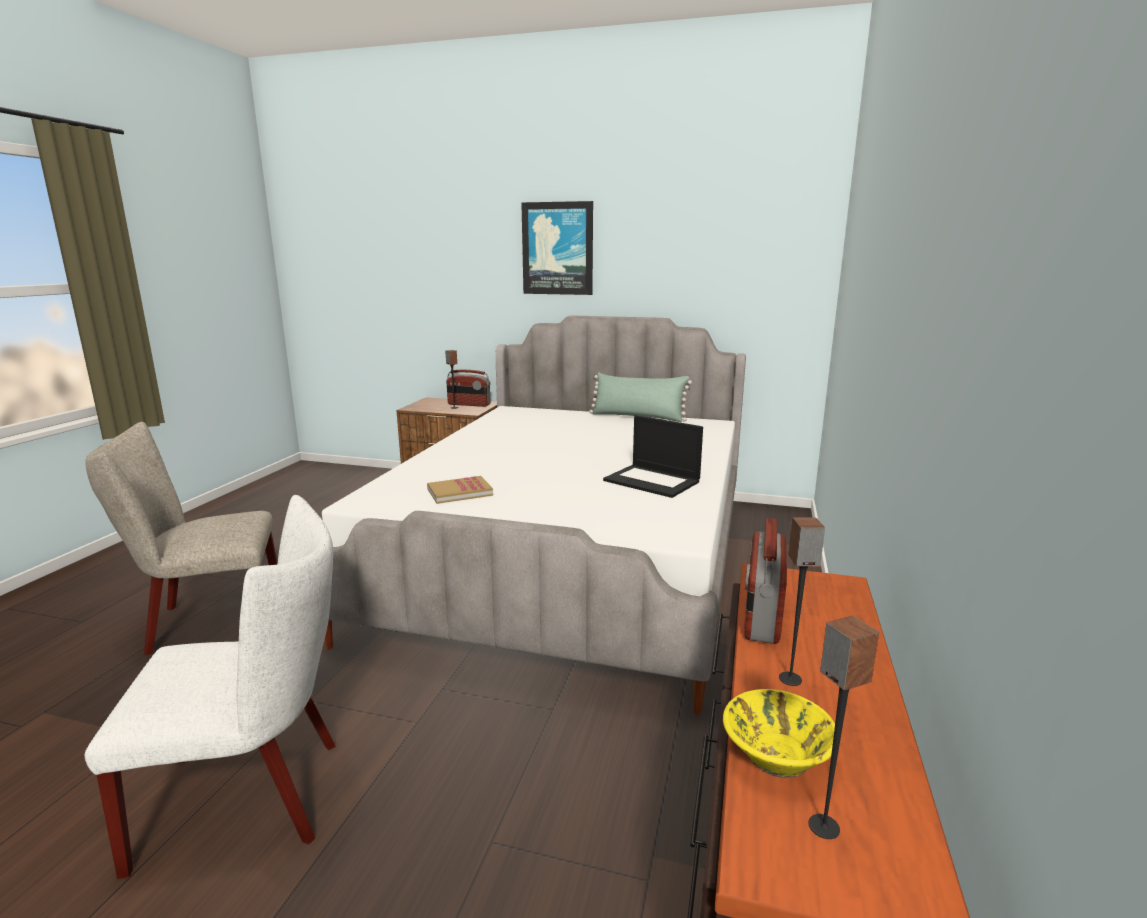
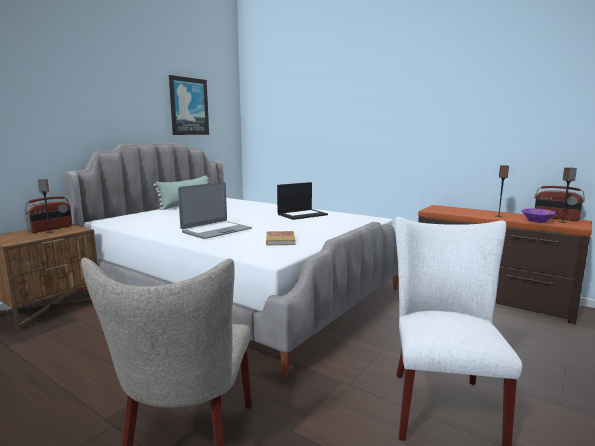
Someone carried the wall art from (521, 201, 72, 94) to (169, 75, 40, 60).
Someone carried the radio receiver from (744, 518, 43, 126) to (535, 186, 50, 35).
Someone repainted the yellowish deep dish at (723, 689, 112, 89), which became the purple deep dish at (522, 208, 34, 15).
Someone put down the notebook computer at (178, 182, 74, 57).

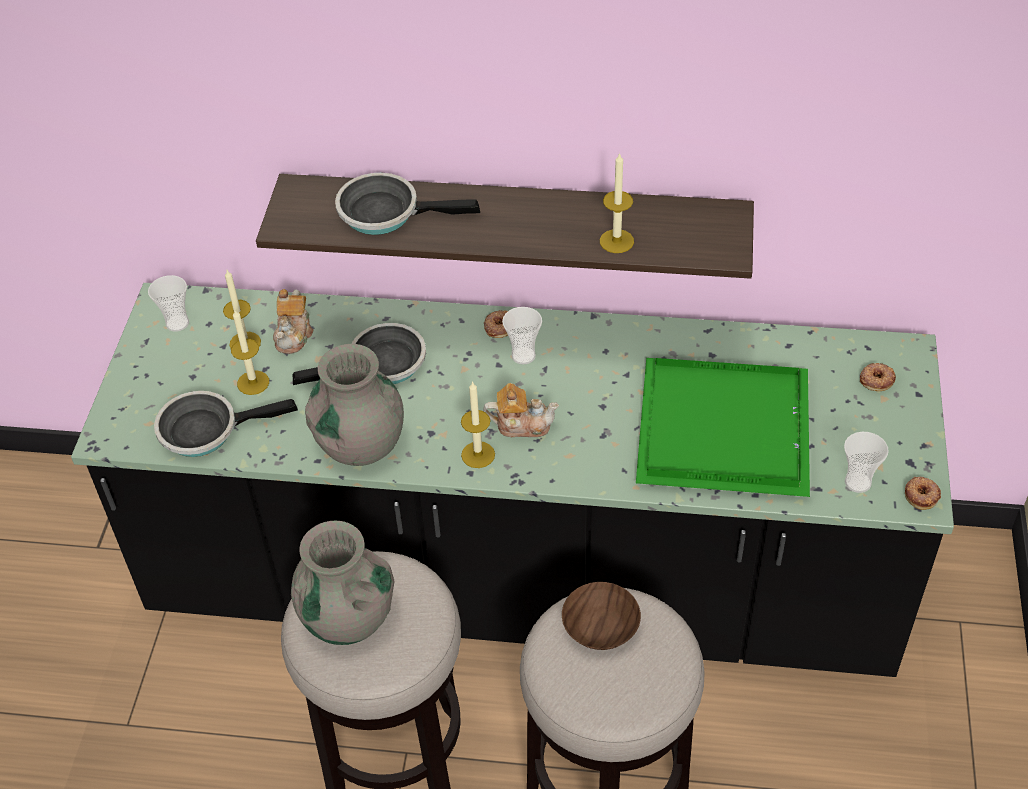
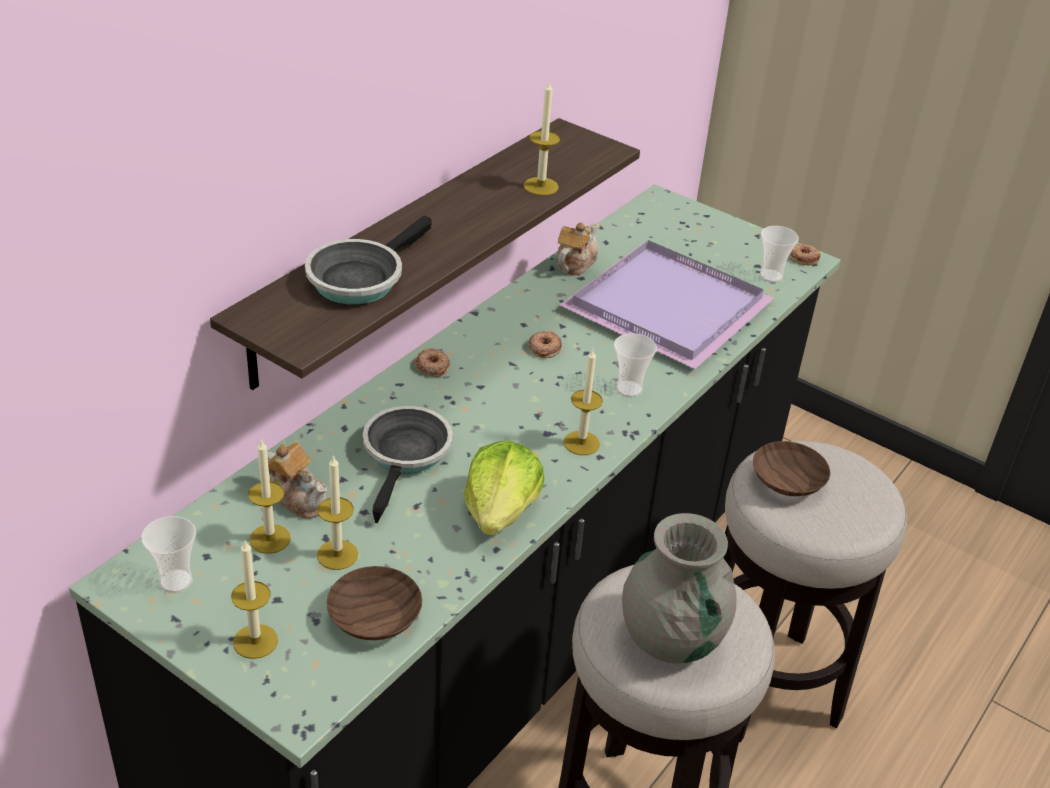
Someone carried the drinking cup from (502, 307, 40, 57) to (614, 333, 43, 64).
Someone swapped the gray vase at (305, 344, 99, 122) for the lettuce head at (464, 441, 80, 94).
Someone repainted the green-coloured tray at (636, 358, 174, 139), which became the purple tray at (560, 240, 214, 129).
Someone carried the donut from (860, 363, 36, 28) to (528, 331, 34, 27).
Someone carried the tea pot from (483, 383, 76, 54) to (557, 222, 41, 53).
Someone swapped the skillet at (154, 391, 144, 66) for the brownish deep dish at (327, 566, 95, 74).
Someone put down the wax light at (231, 541, 47, 118).

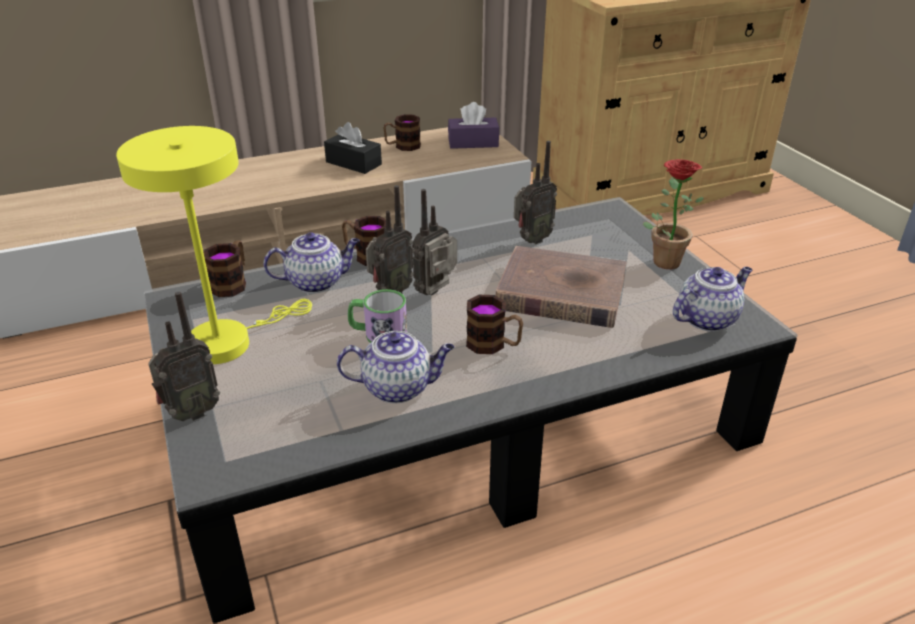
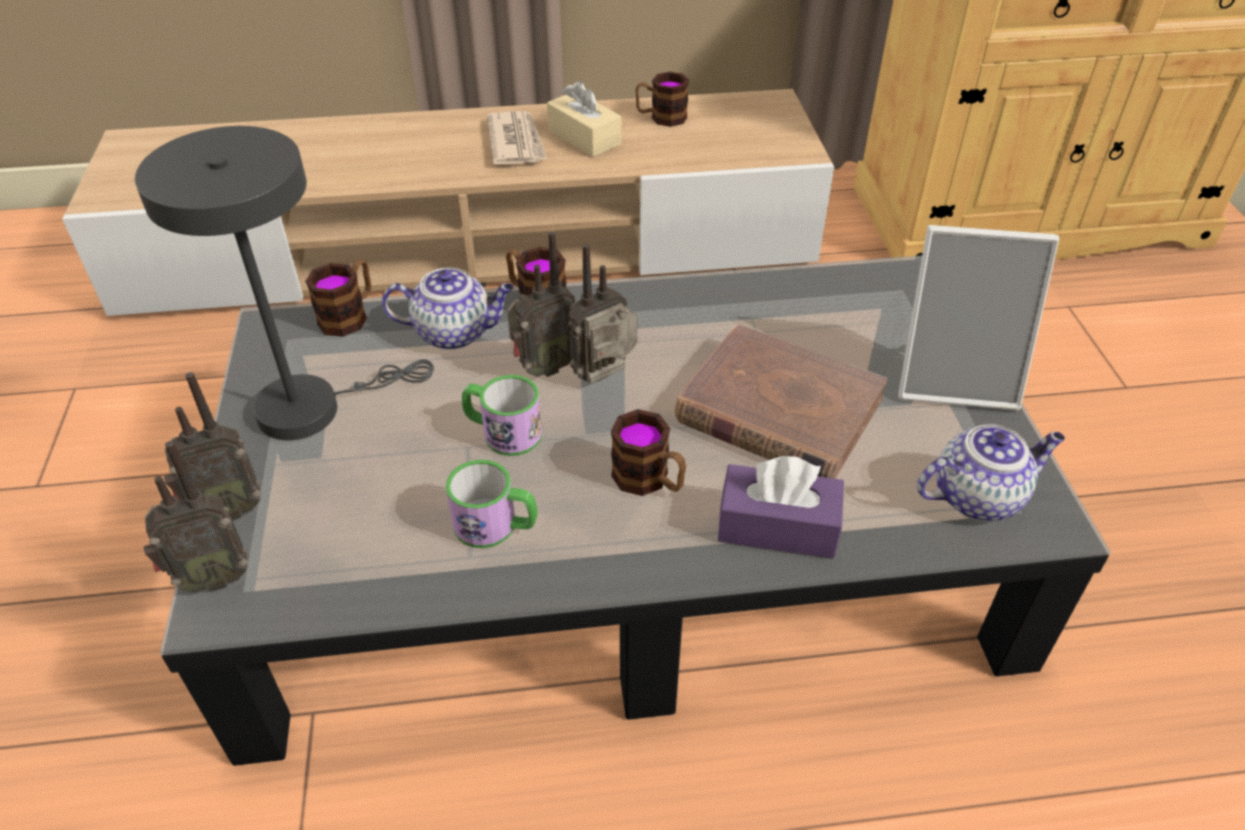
Someone carried the purple box of tissues from (448, 102, 51, 47) to (718, 456, 126, 103).
Someone repainted the blackish box of tissues at (324, 122, 58, 52), which became the beige-coloured box of tissues at (547, 81, 75, 76).
Someone repainted the yellowish lamp for a table at (116, 126, 196, 238), which became the gray lamp for a table at (135, 126, 299, 314).
Someone carried the radio receiver from (514, 141, 43, 103) to (144, 441, 104, 152).
Someone swapped the houseplant at (643, 159, 61, 110) for the photo frame at (898, 225, 161, 185).
Someone swapped the tea pot at (337, 331, 117, 73) for the coffee mug at (446, 460, 92, 88).
Someone put down the newspaper at (487, 111, 60, 54).

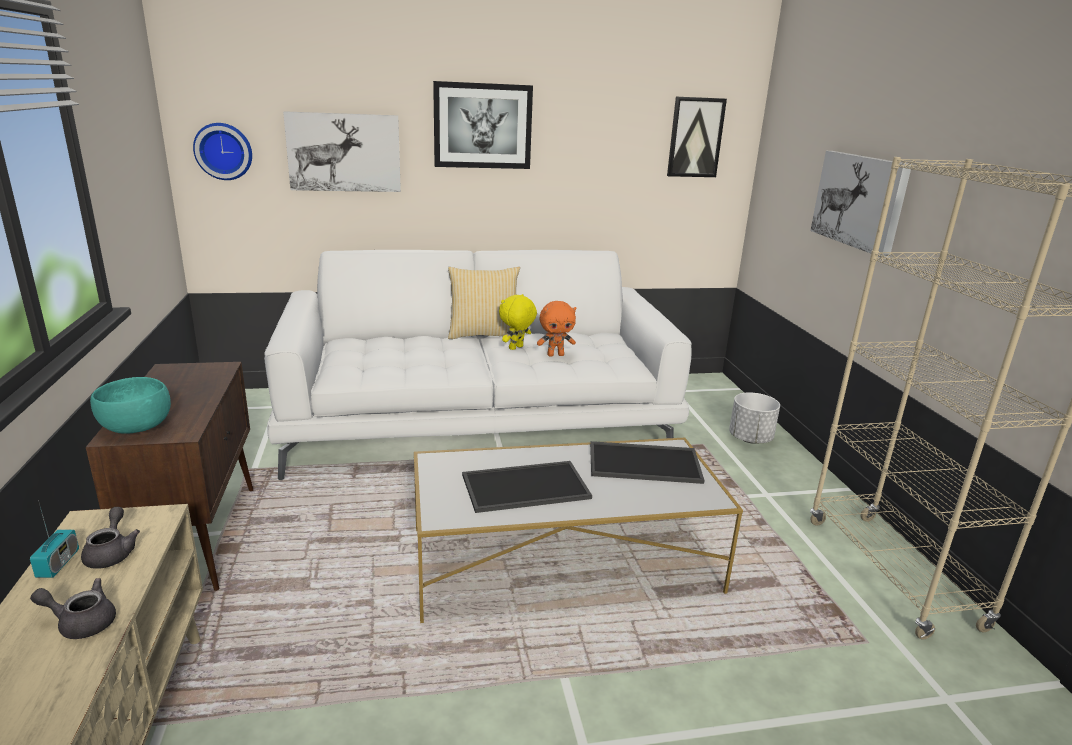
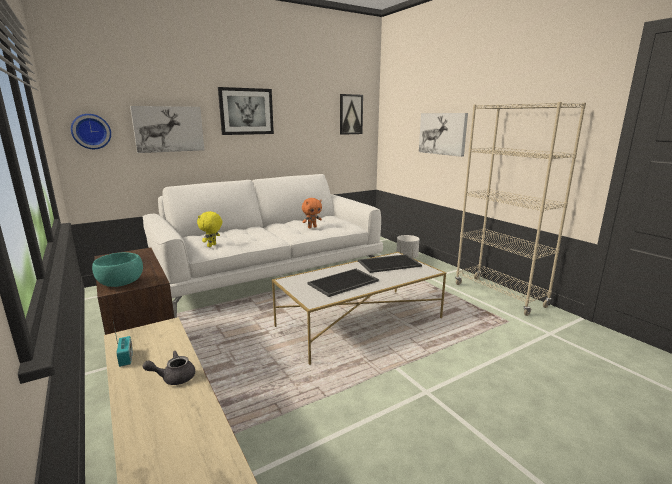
Someone took away the cushion at (448, 267, 72, 72).
Someone carried the yellowish plush toy from (499, 294, 38, 56) to (197, 211, 25, 36).
Someone took away the gray tea pot at (81, 507, 59, 62).

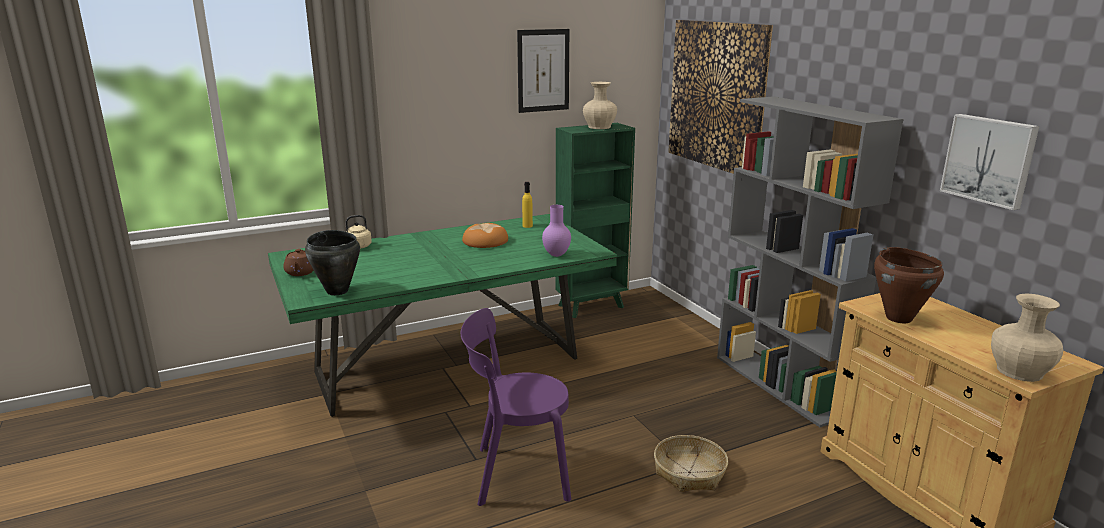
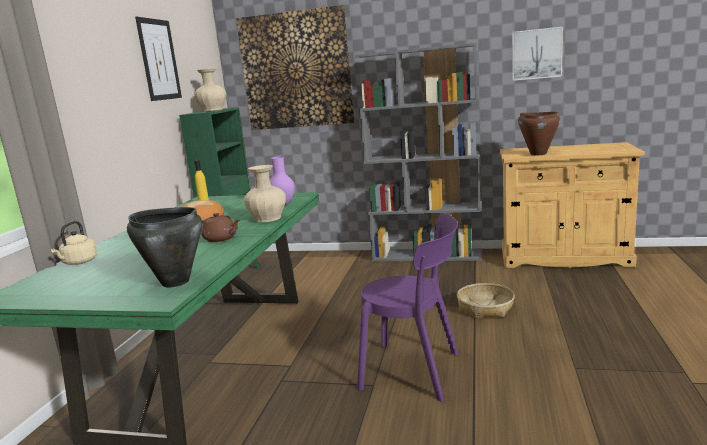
Someone carried the brownish tea pot from (283, 249, 31, 27) to (201, 213, 39, 29).
Someone carried the beige-coloured vase from (991, 294, 72, 88) to (244, 165, 42, 57).
Someone rotated the purple upright chair at (461, 308, 110, 198) by 105 degrees counterclockwise.

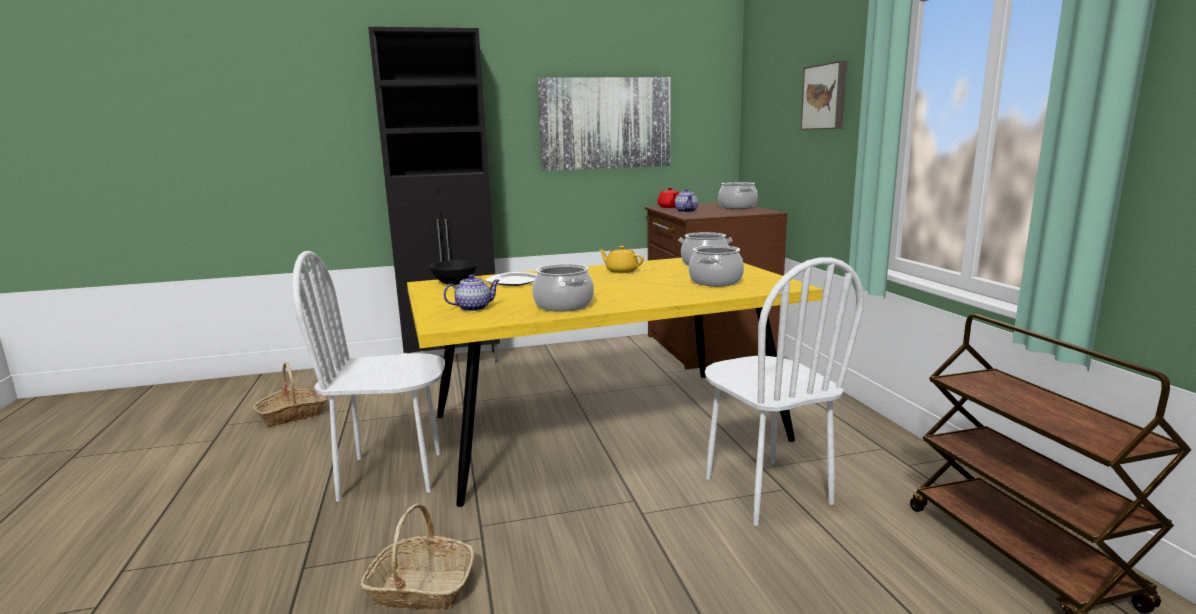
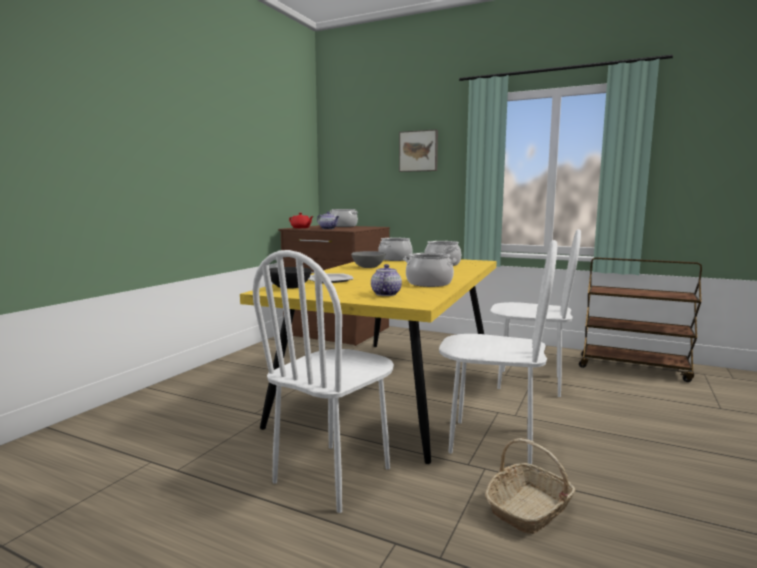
Someone took away the blackish storage cabinet at (368, 27, 132, 336).
Someone took away the wall art at (537, 77, 134, 94).
Someone swapped the yellowish tea pot at (598, 246, 46, 27) for the gray deep dish at (351, 251, 35, 17).
Someone took away the basket at (253, 362, 73, 65).
Someone put down the white-coloured upright chair at (439, 240, 118, 224).

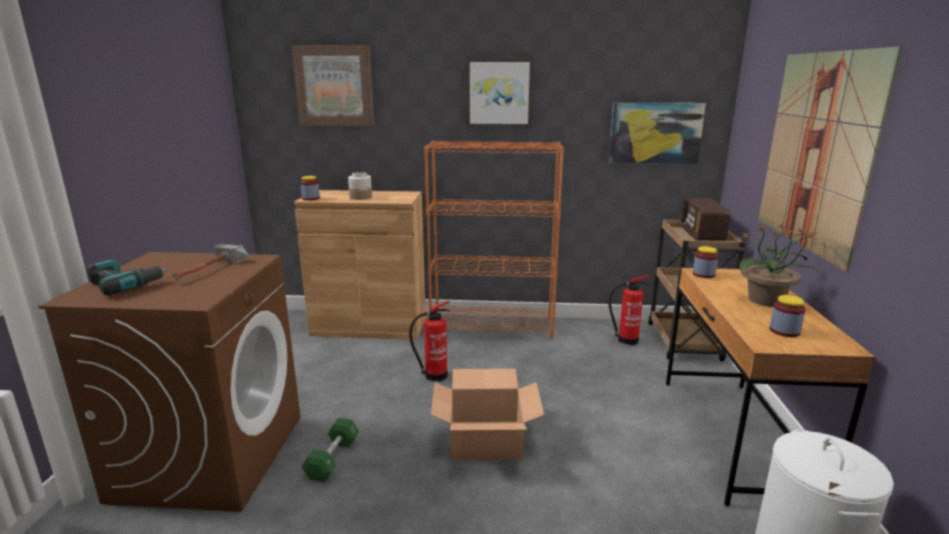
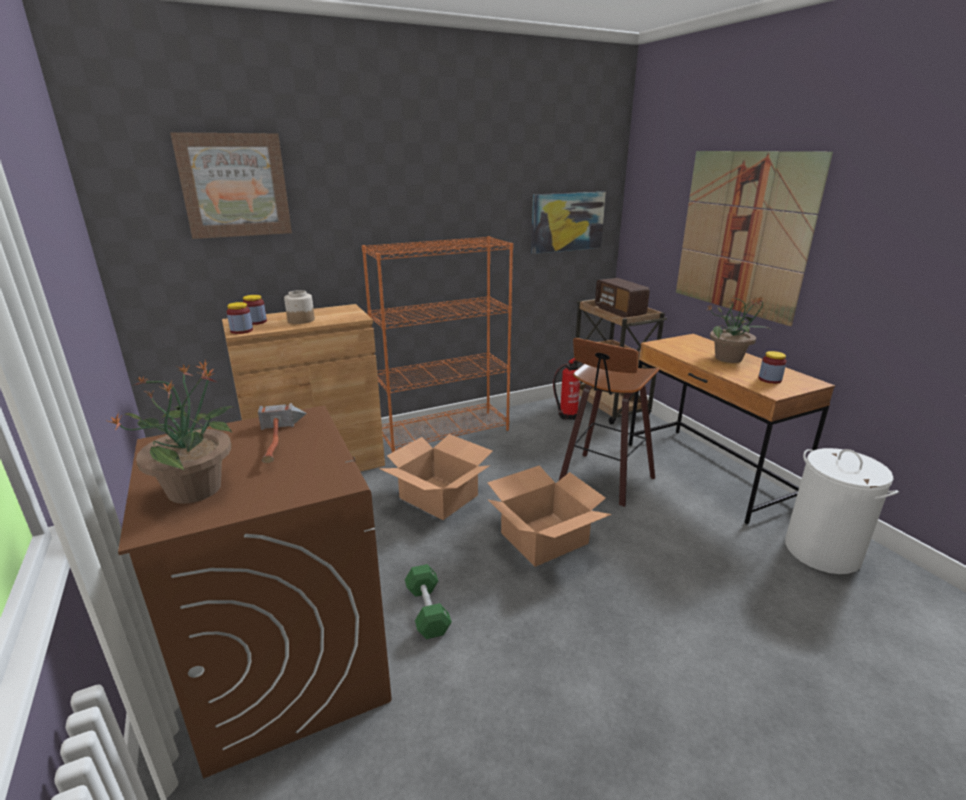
Someone took away the wall art at (465, 57, 69, 71).
Someone carried the storage jar from (693, 246, 25, 32) to (243, 295, 24, 30).
Someone swapped the drill at (87, 260, 81, 35) for the houseplant at (108, 360, 127, 144).
Someone swapped the extinguisher at (409, 301, 41, 80) for the carton at (379, 434, 114, 86).
Someone put down the stool seat at (559, 338, 101, 169).

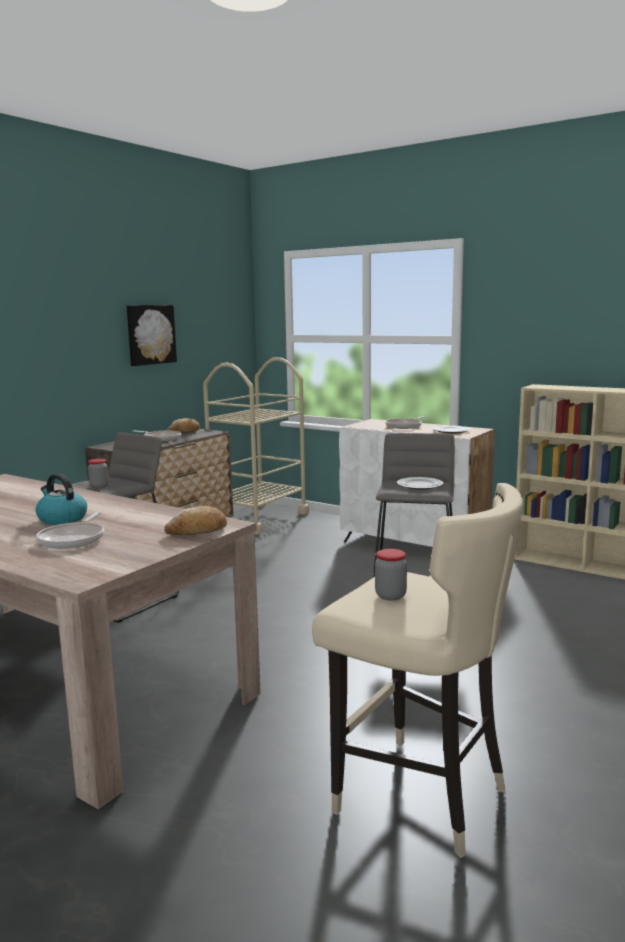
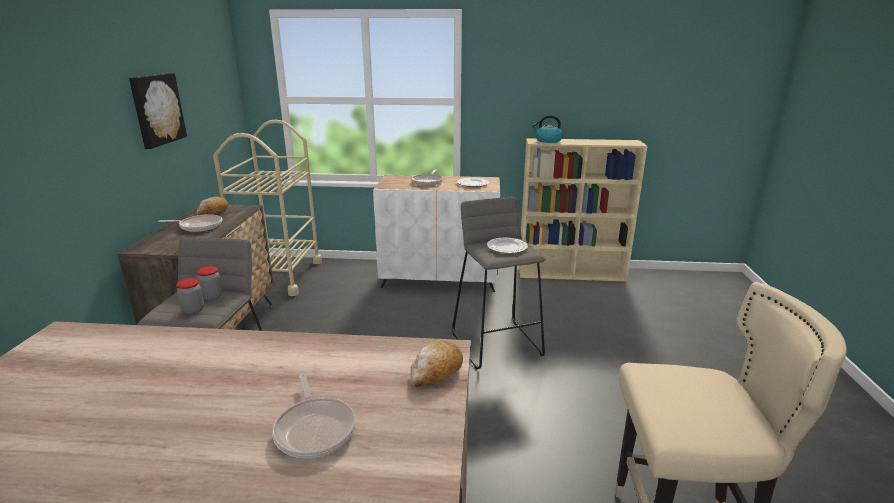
Someone carried the tea kettle from (36, 474, 51, 51) to (532, 115, 31, 28).
Someone carried the storage jar from (375, 549, 32, 52) to (196, 266, 26, 34).

